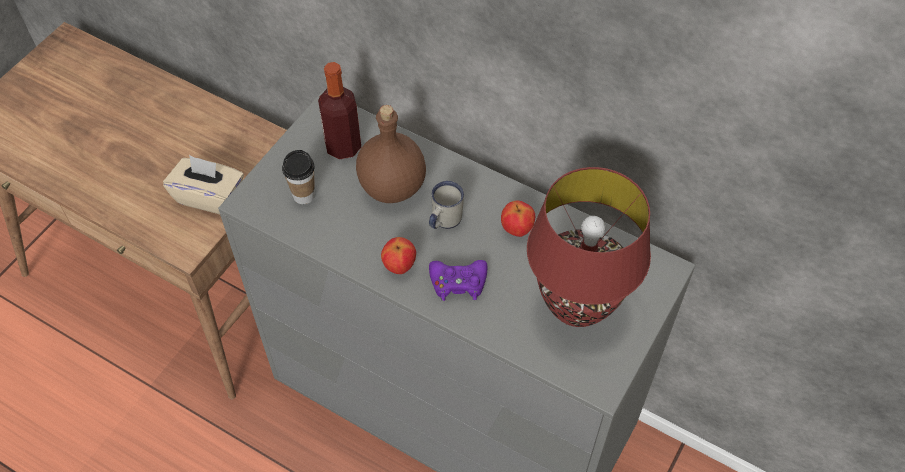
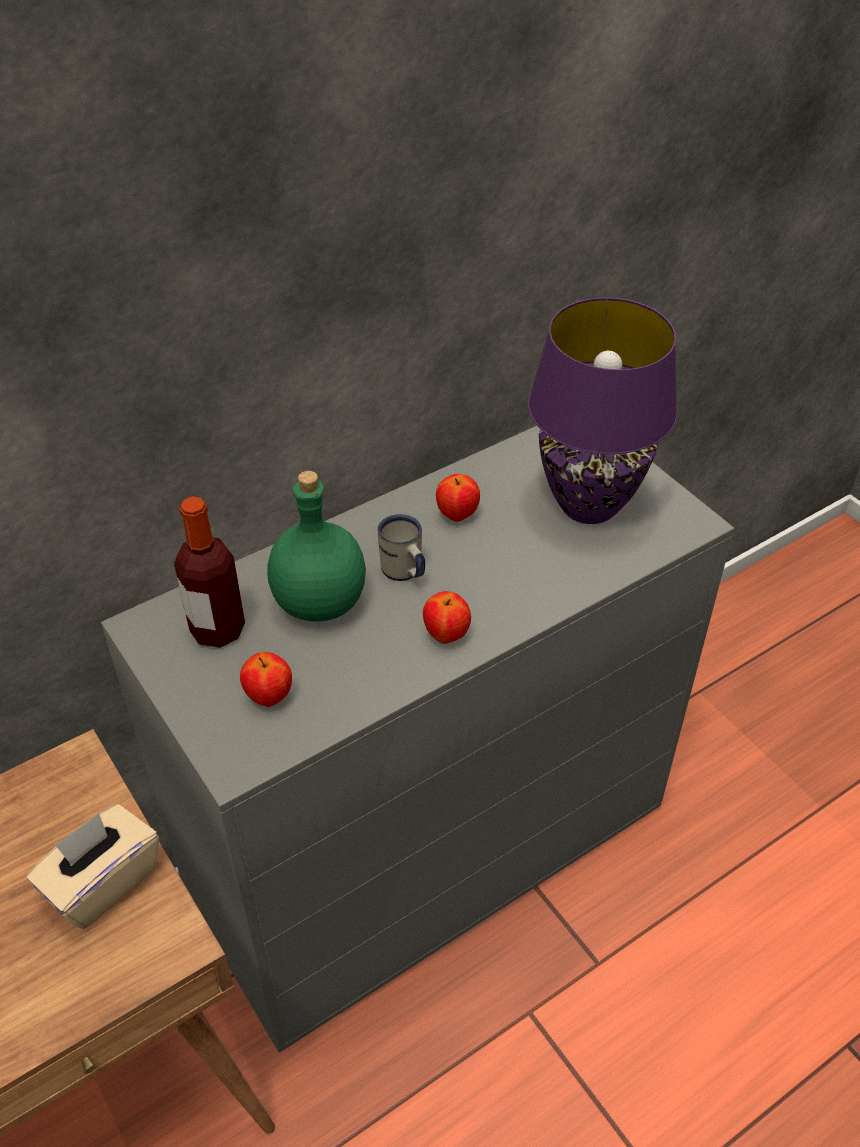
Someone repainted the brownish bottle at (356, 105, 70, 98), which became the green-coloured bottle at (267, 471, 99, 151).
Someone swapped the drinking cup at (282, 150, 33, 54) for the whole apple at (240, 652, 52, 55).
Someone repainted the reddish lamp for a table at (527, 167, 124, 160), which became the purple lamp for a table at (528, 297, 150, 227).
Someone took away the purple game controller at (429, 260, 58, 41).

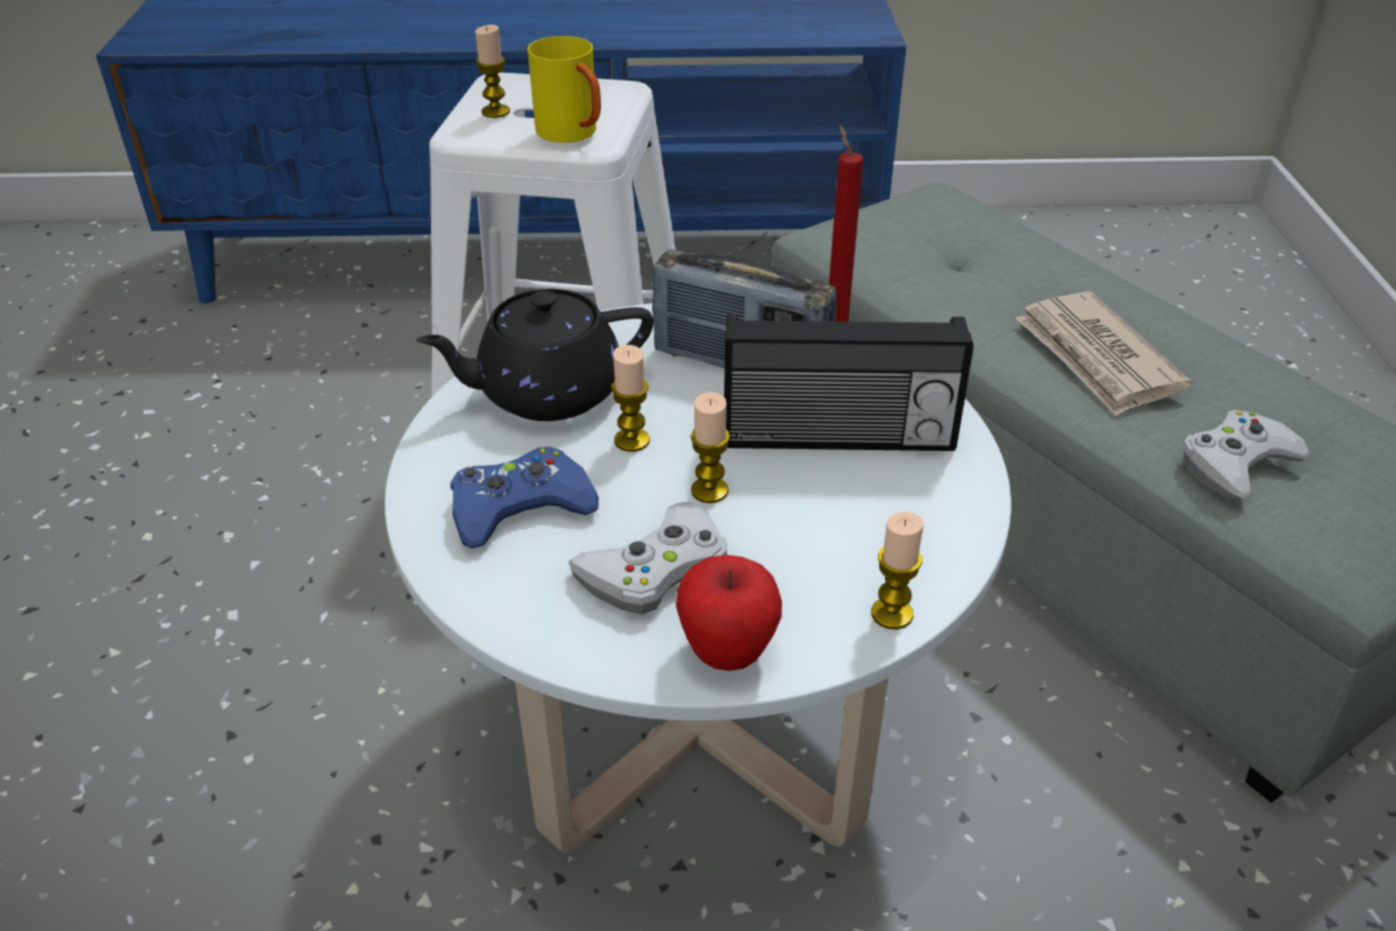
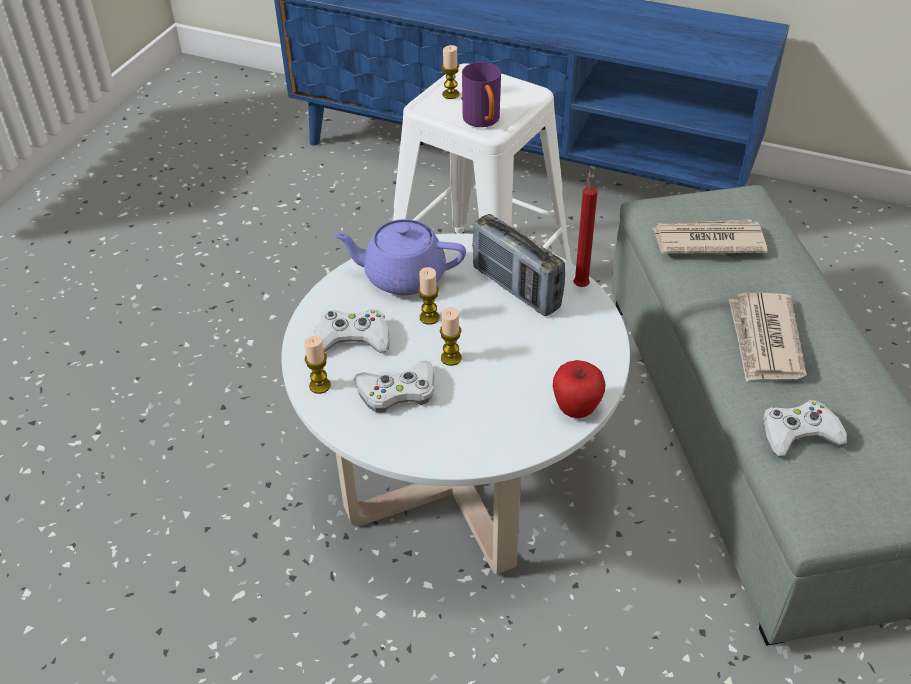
Someone repainted the yellowish coffee mug at (528, 36, 73, 107), which became the purple coffee mug at (462, 62, 39, 65).
Someone repainted the blackish tea pot at (417, 289, 236, 132), which became the purple tea pot at (333, 219, 133, 76).
Someone took away the radio receiver at (724, 314, 250, 137).
Someone repainted the bluish game controller at (450, 447, 149, 101), which became the white-coloured game controller at (314, 309, 76, 44).
Someone carried the wax light from (871, 512, 53, 118) to (304, 336, 27, 58).
Someone carried the whole apple from (676, 555, 106, 116) to (553, 360, 53, 58).
Someone put down the newspaper at (652, 219, 116, 35).

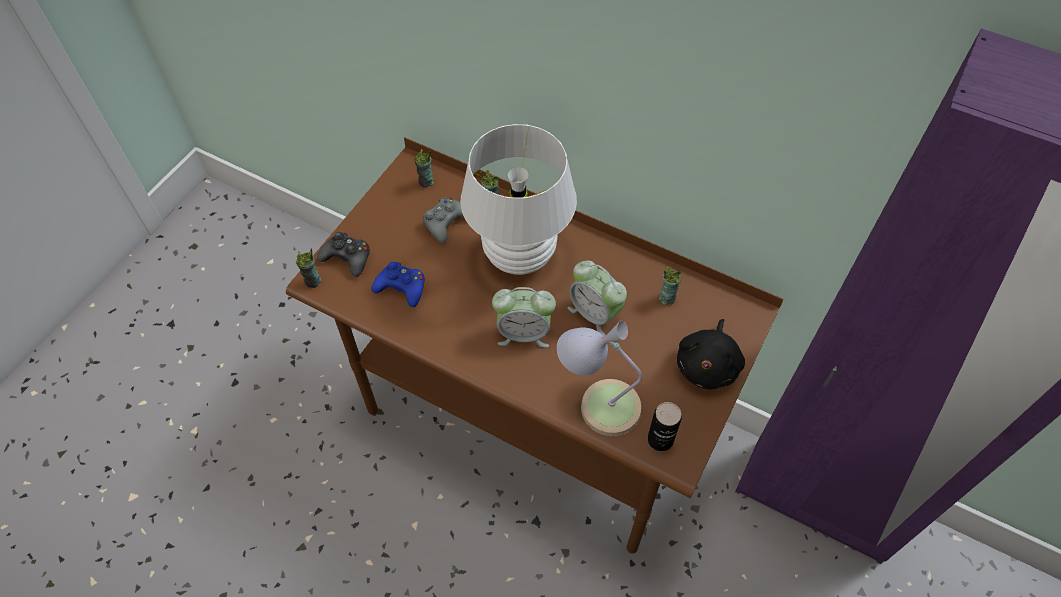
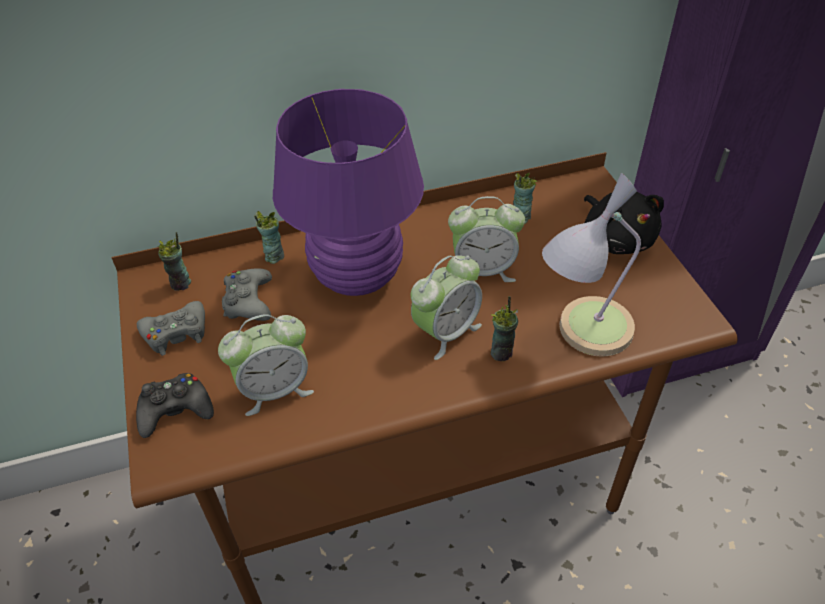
Someone repainted the white-coloured lamp for a table at (460, 124, 117, 151), which became the purple lamp for a table at (273, 89, 151, 207).
Someone carried the drinking cup from (296, 248, 25, 40) to (491, 296, 27, 65).
Someone swapped the bluish game controller at (371, 262, 54, 45) for the bedside clock at (218, 314, 96, 102).
Someone took away the can at (648, 402, 34, 49).
Someone put down the gray game controller at (137, 301, 68, 55).

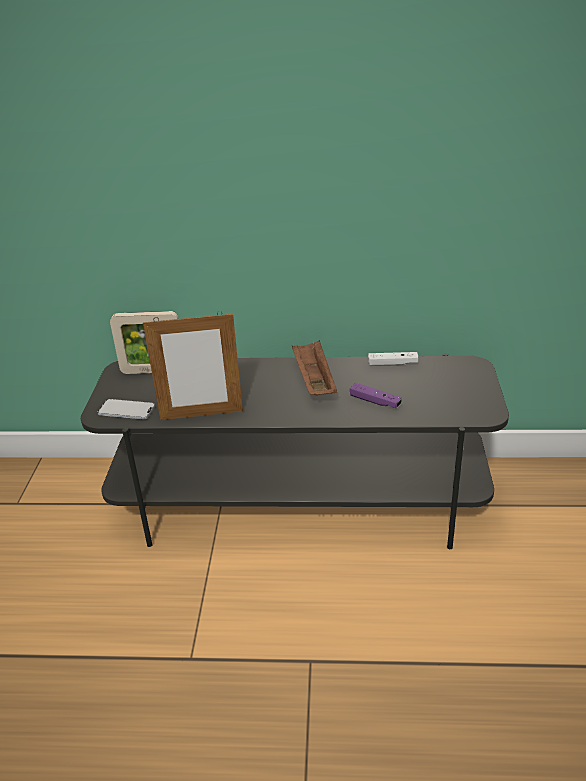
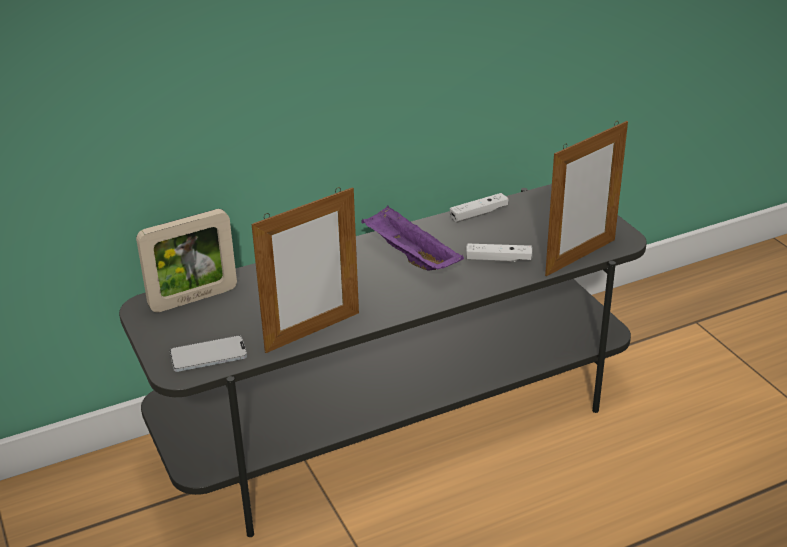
Someone repainted the brownish tray at (292, 340, 45, 55), which became the purple tray at (361, 206, 103, 65).
Someone repainted the purple game controller at (350, 383, 52, 25), which became the white-coloured game controller at (466, 244, 66, 18).
Someone put down the photo frame at (545, 121, 83, 155).

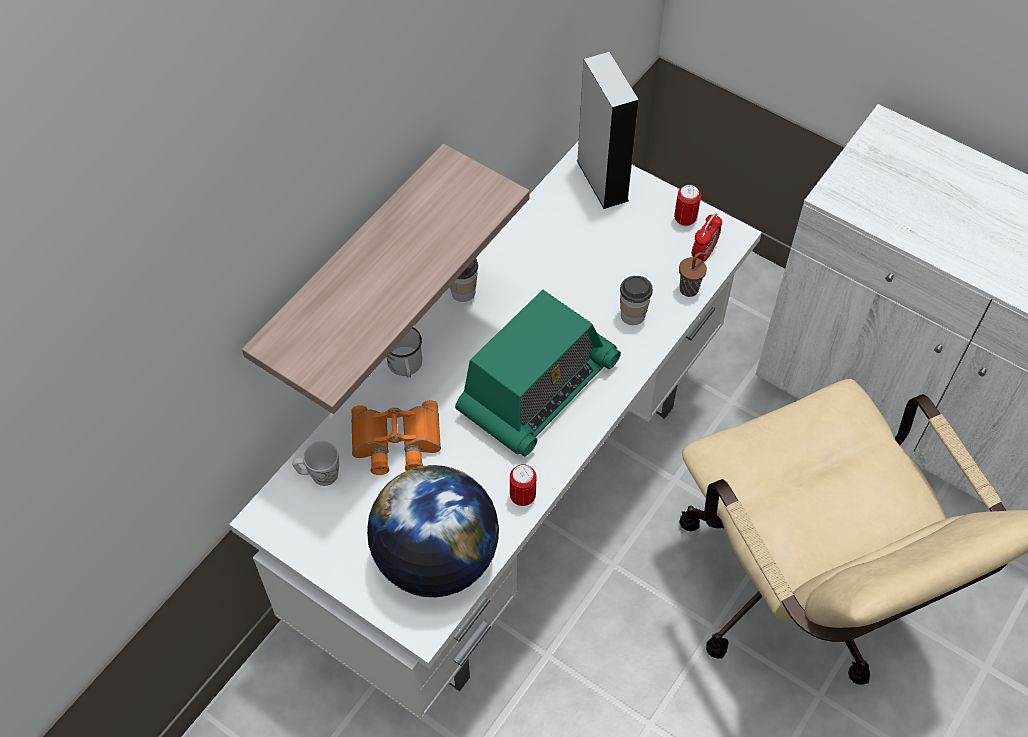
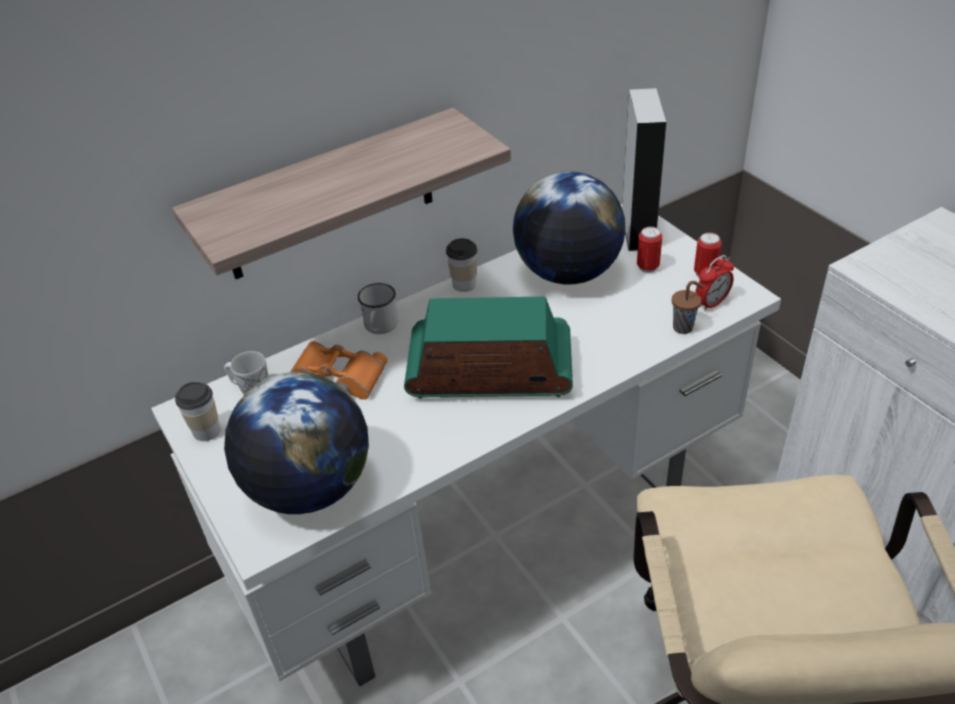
Someone carried the drinking cup from (620, 276, 33, 49) to (175, 382, 45, 59).
Someone rotated the radio receiver at (455, 290, 166, 167) by 150 degrees counterclockwise.
Someone carried the can from (510, 464, 26, 42) to (637, 226, 26, 47).
Someone put down the desk globe at (513, 171, 112, 114).

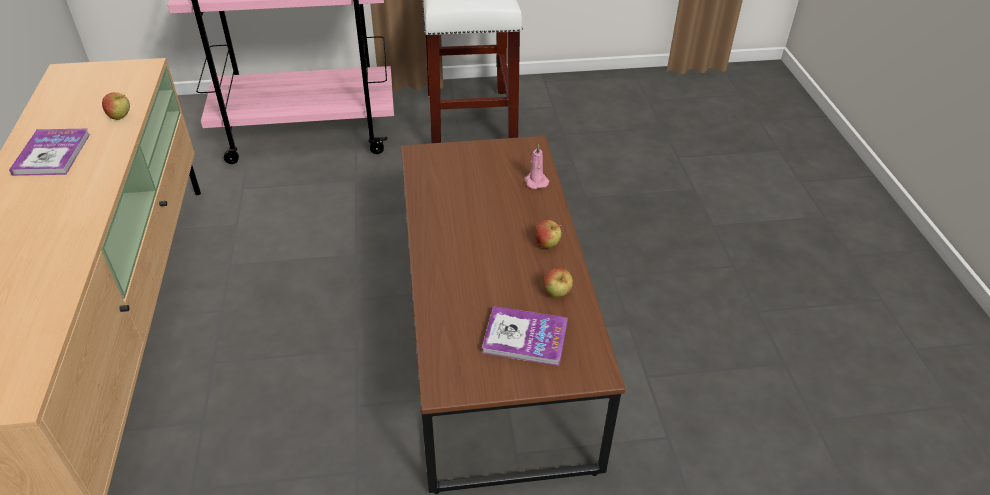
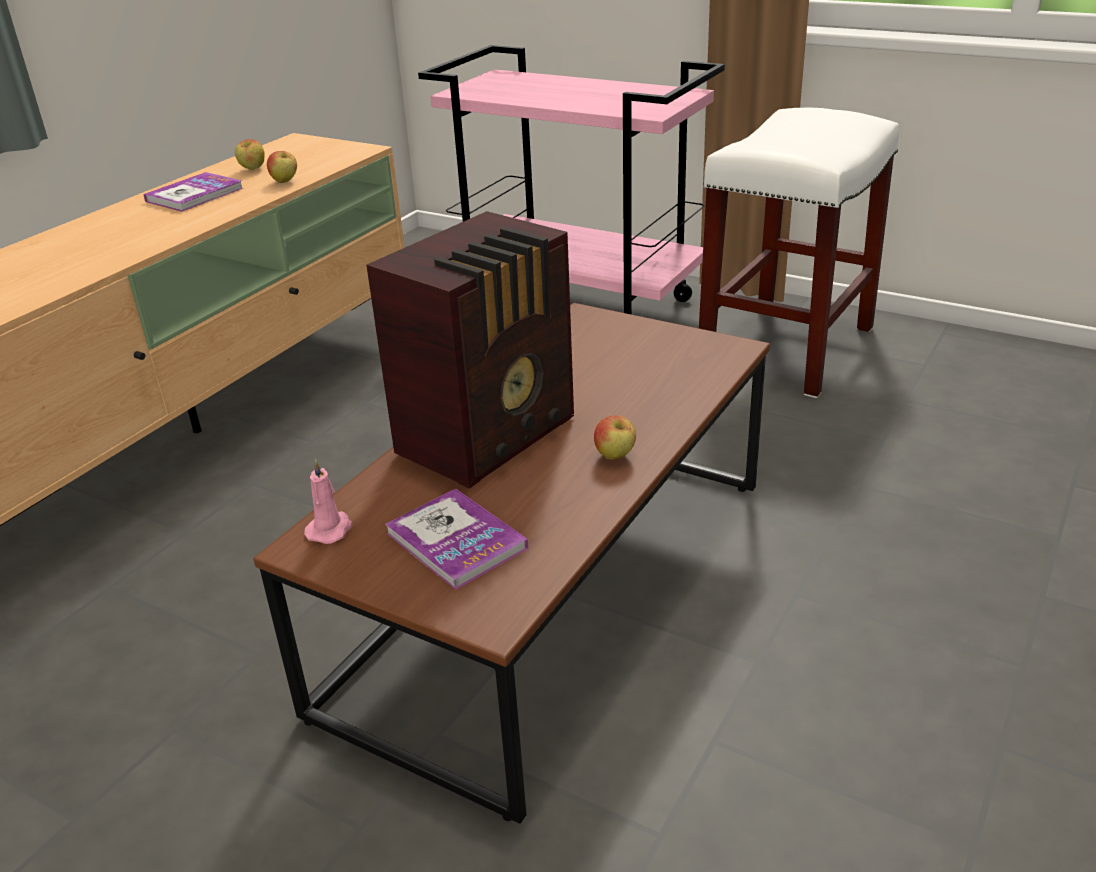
Someone carried the pinkish wax light from (524, 144, 25, 45) to (304, 458, 49, 86).
Someone carried the whole apple from (544, 268, 29, 29) to (235, 139, 30, 31).
Someone put down the radio receiver at (366, 211, 208, 277).

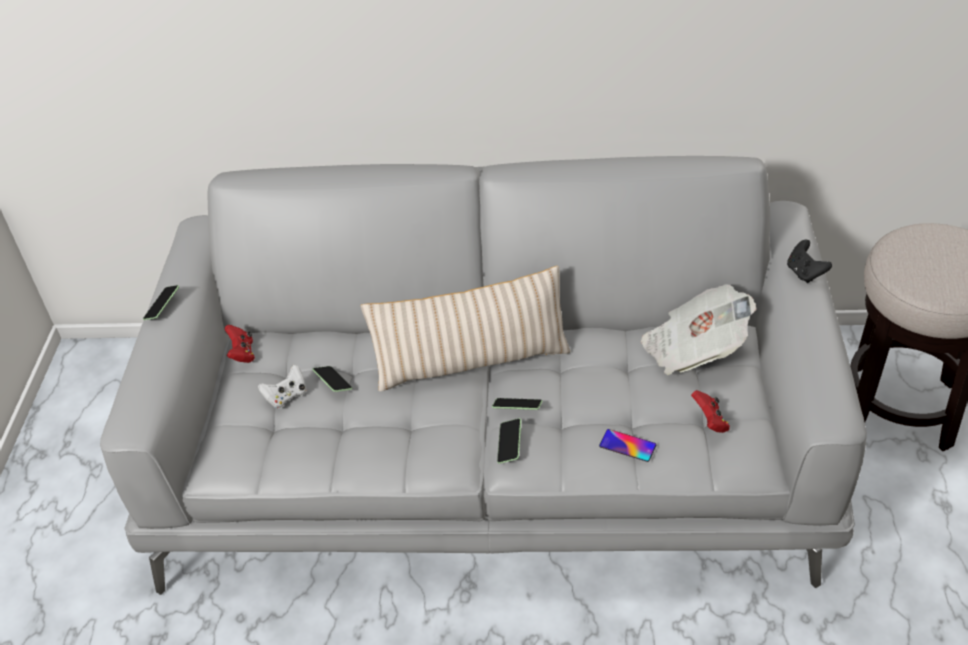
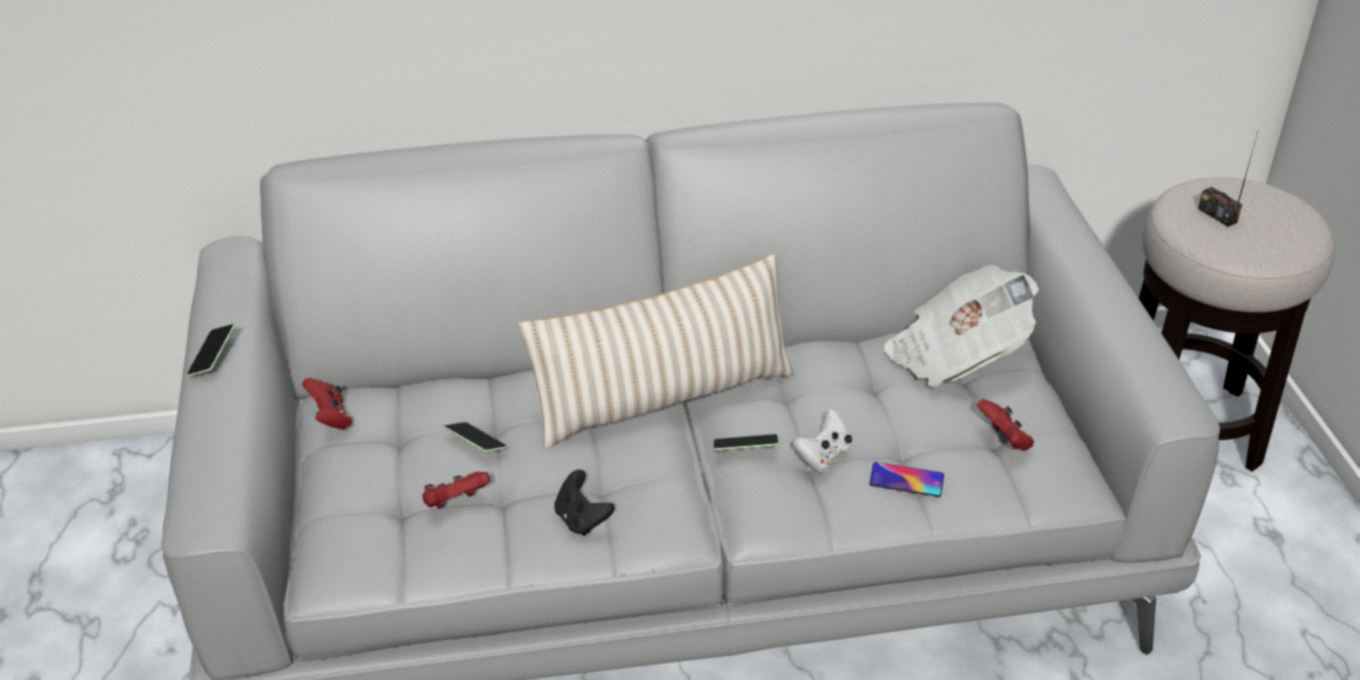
Someone carried the blackish game controller from (787, 240, 45, 43) to (554, 470, 61, 66).
Someone carried the white-coloured game controller from (258, 364, 49, 44) to (793, 408, 59, 64).
Someone took away the handset at (497, 418, 24, 46).
Someone put down the radio receiver at (1198, 133, 60, 94).
Someone put down the reddish game controller at (422, 472, 68, 37).

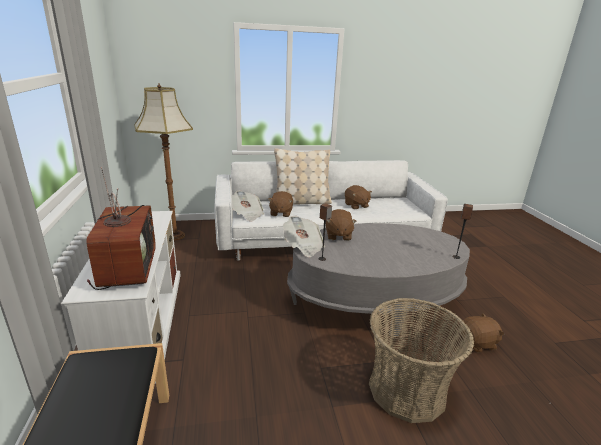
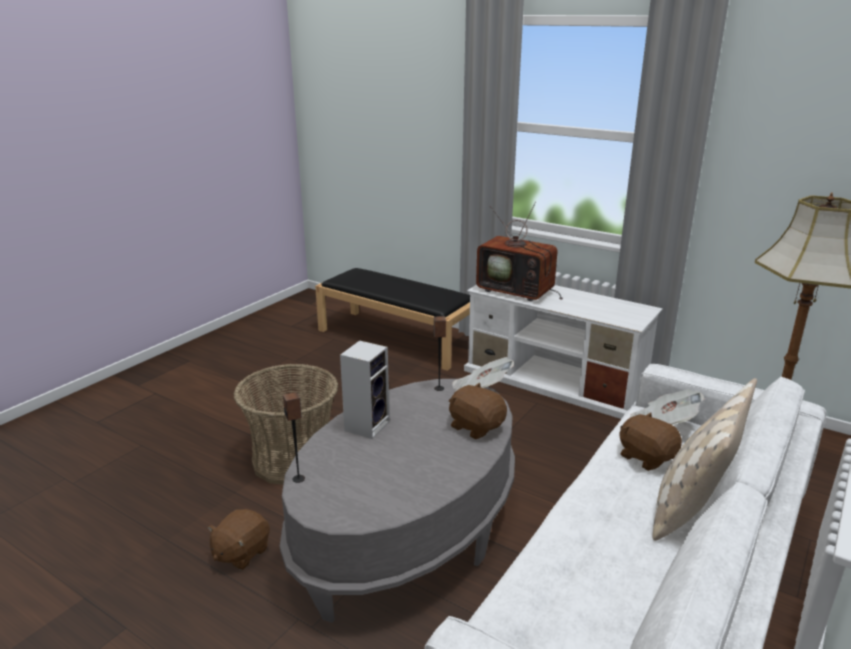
Someone took away the brownish plush toy at (345, 185, 27, 24).
Someone put down the loudspeaker at (340, 340, 50, 99).

